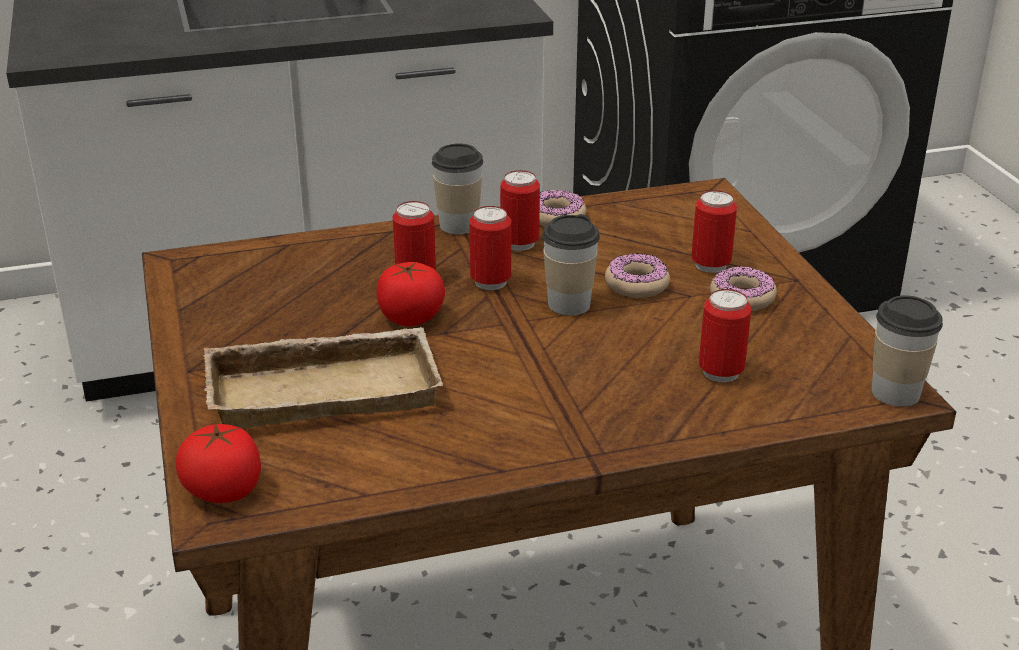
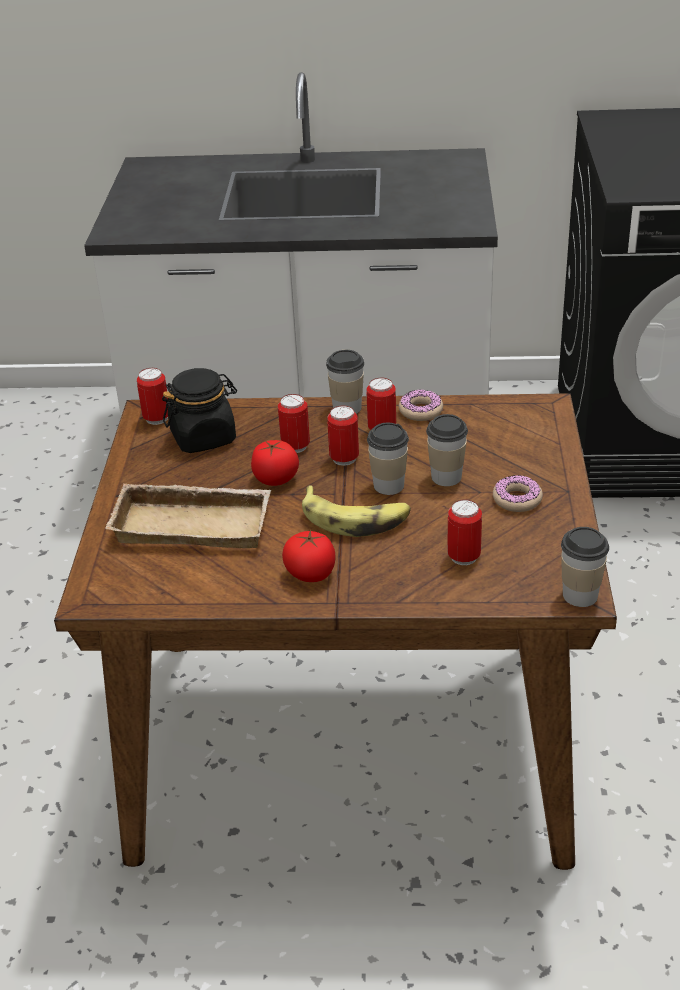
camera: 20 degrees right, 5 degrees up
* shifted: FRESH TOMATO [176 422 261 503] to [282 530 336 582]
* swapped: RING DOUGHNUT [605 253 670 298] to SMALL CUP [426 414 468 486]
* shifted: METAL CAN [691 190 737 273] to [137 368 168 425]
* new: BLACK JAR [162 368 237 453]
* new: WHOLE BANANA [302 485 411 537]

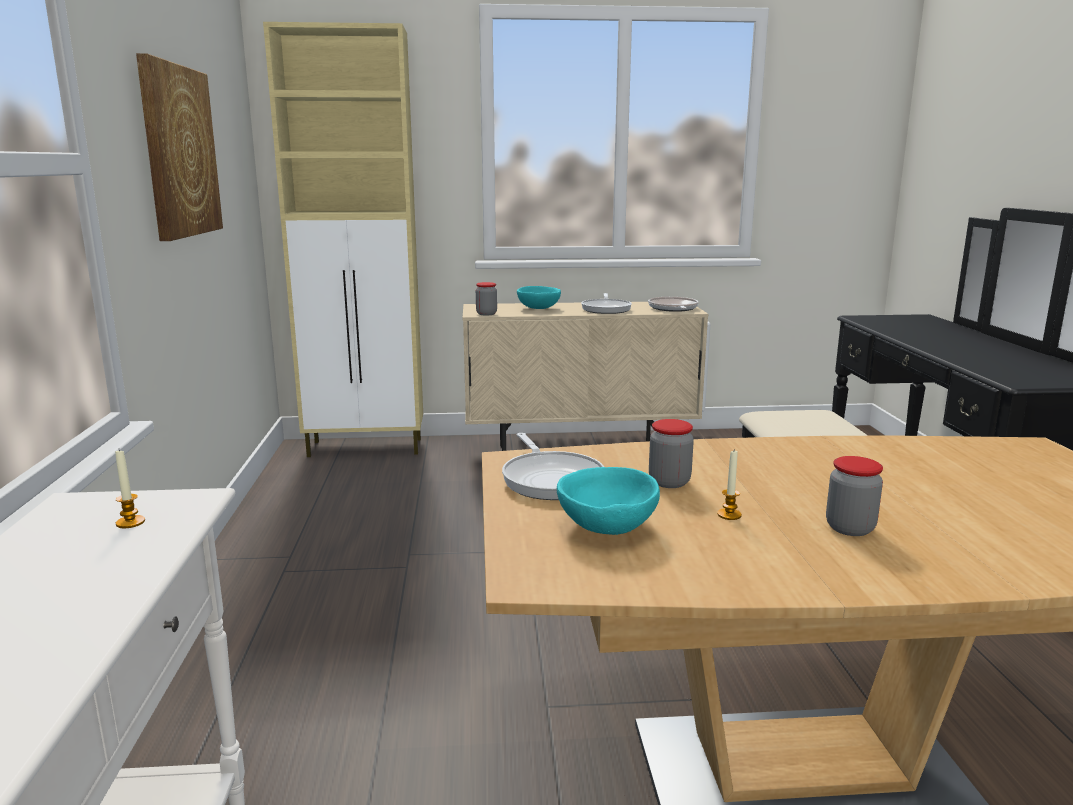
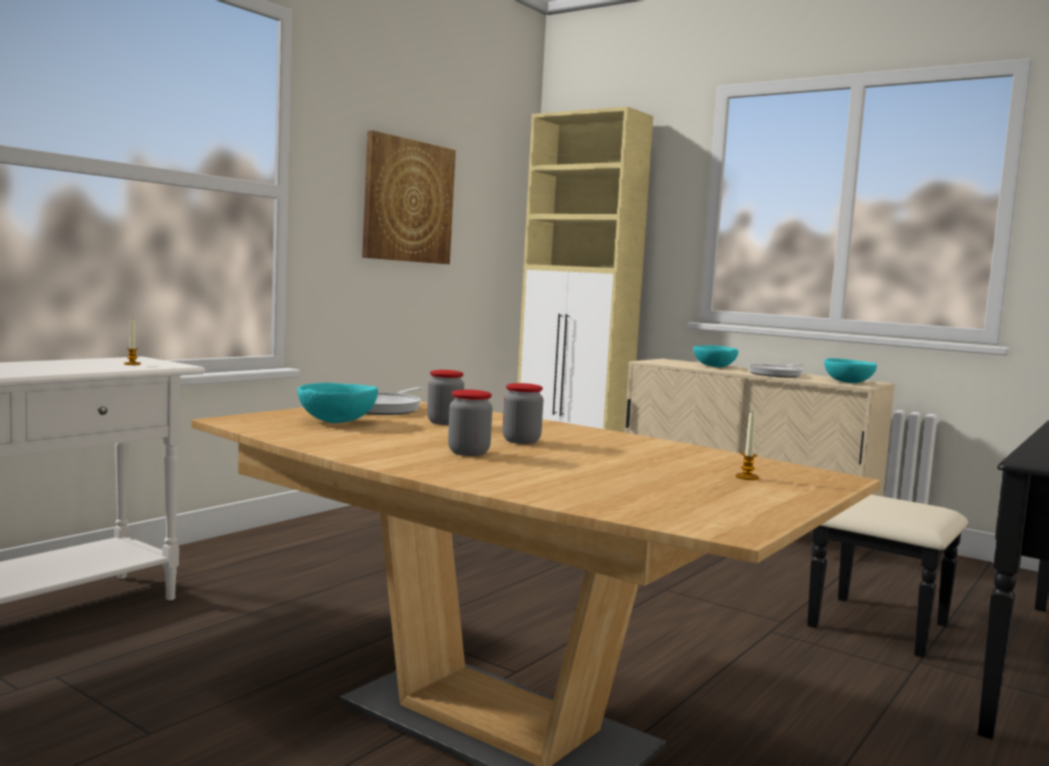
camera: 40 degrees right, 10 degrees down
* shifted: JAR [476 282 497 315] to [503 383 543 444]
* swapped: SKILLET [648 297 699 312] to TURQUOISE-COLOURED BOWL [824 358 877 383]
* shifted: CANDLE [717 451 742 520] to [736 412 759 480]

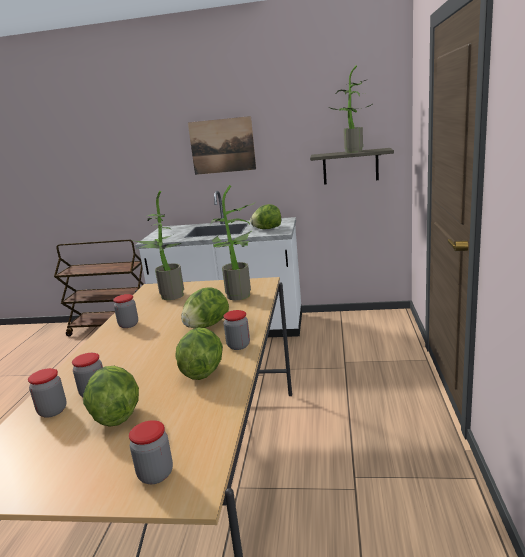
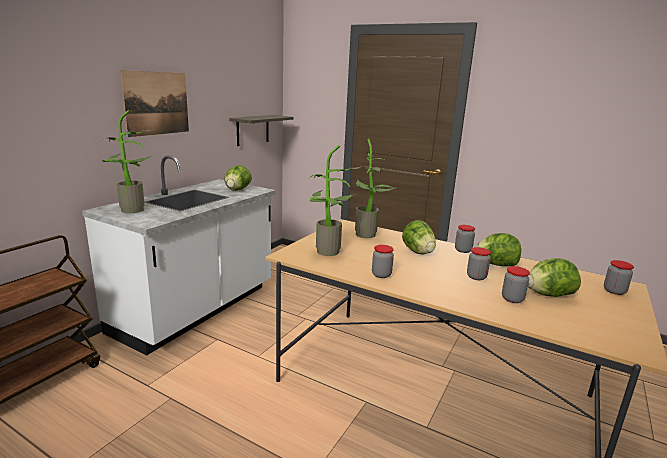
camera: 70 degrees left, 0 degrees up
* shifted: JAR [28 368 67 418] to [467 247 491 280]
* shifted: POTTED PLANT [328 65 372 153] to [100 110 152 213]

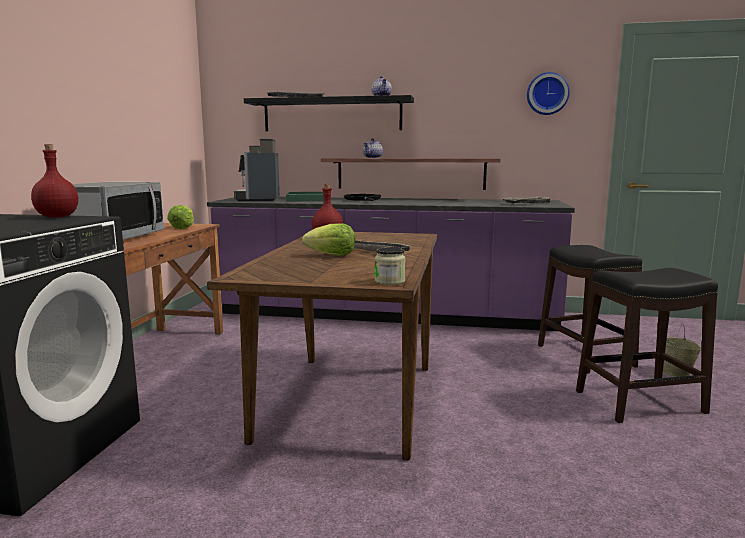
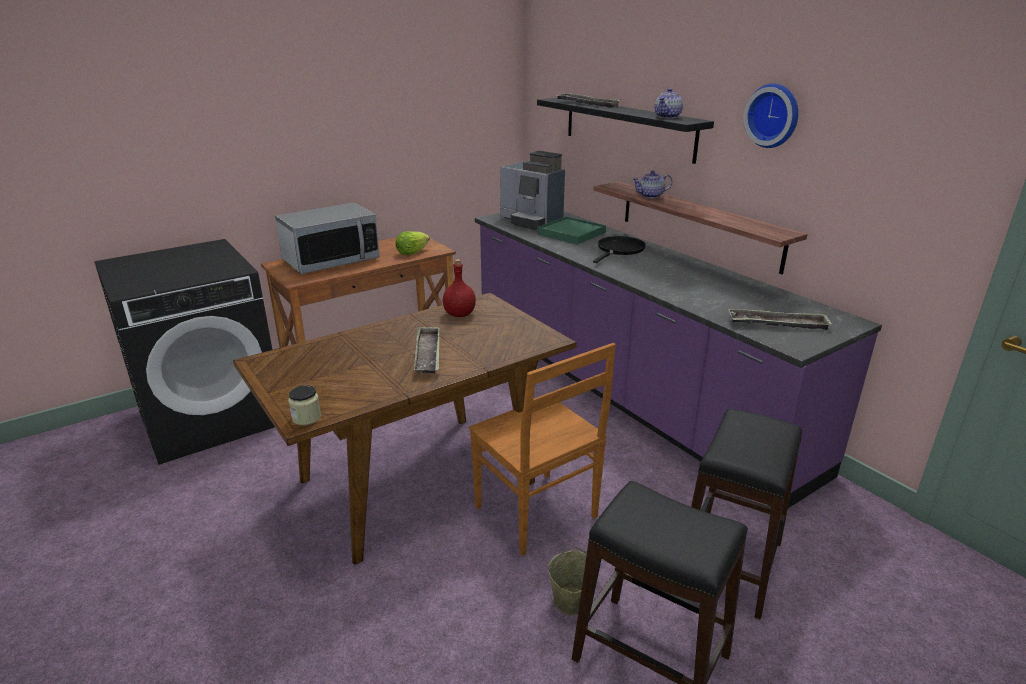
camera: 45 degrees right, 15 degrees up
* gone: RED-COLOURED BEVERAGE BOTTLE [31 144 78 218]
* rotated: COFFEE MAKER [234 139 280 201] = [500 151 565 230] 90 degrees counterclockwise
* gone: LETTUCE [302 223 355 256]
* shifted: WALL CLOCK [527 72 570 115] to [743 83 798 148]
* shifted: BEIGE BUCKET [663 322 702 377] to [548 547 587 615]
* new: BROWN UPRIGHT CHAIR [469 343 616 556]

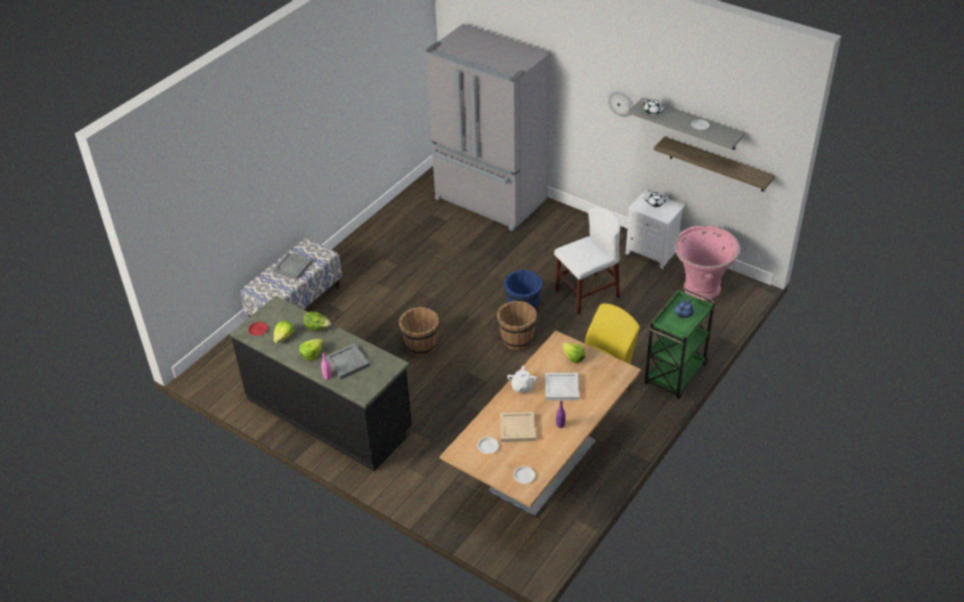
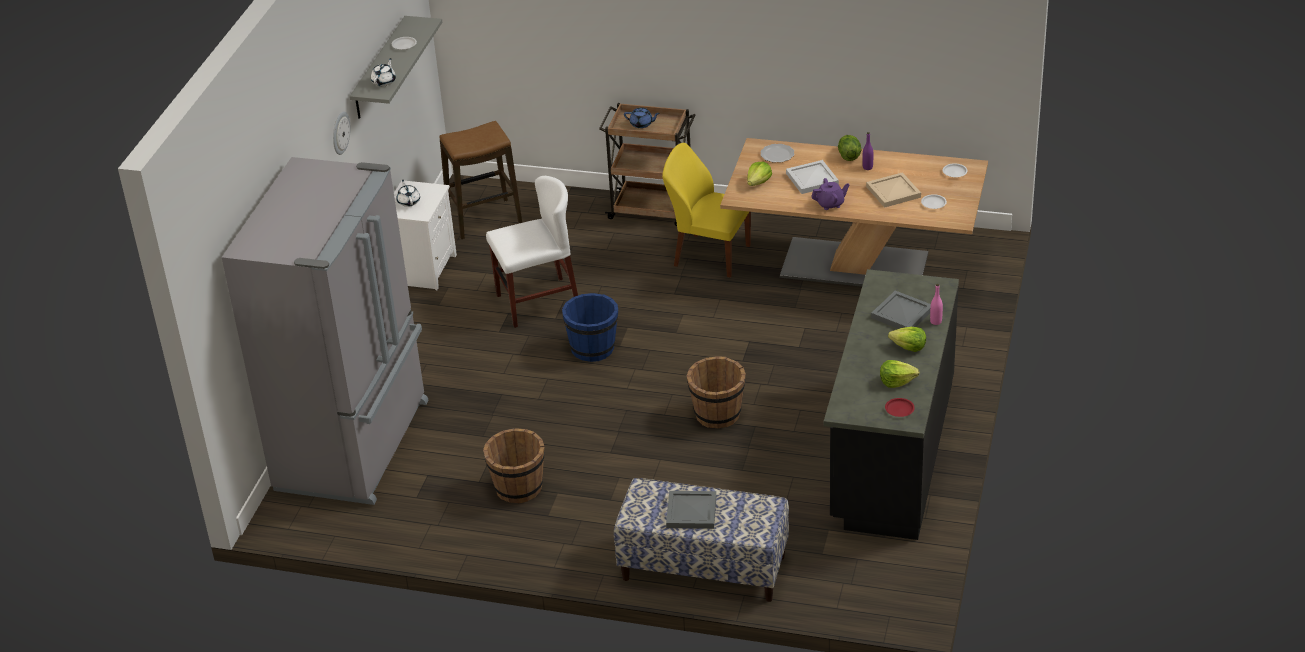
camera: 110 degrees left, 5 degrees down
* shifted: LETTUCE [304 311 331 330] to [838 135 862 161]
* shifted: BROWN BUCKET [497 301 537 350] to [483 428 545 503]
* repainted: WHITE-COLOURED POT FOR TEA [507 366 537 393] to PURPLE-COLOURED POT FOR TEA [811 178 849 210]
* rotated: WHITE-COLOURED UPRIGHT CHAIR [554 207 620 315] = [486 176 578 328] 120 degrees clockwise
* repainted: GREEN WHEELED CART [645 288 715 399] to BROWN WHEELED CART [599 103 695 226]
* gone: WALL SHELF [654 136 775 192]
* swapped: PINKISH FLOWER POT [674 225 740 301] to STOOL [439 121 522 239]
* new: PLATE [760 144 794 163]

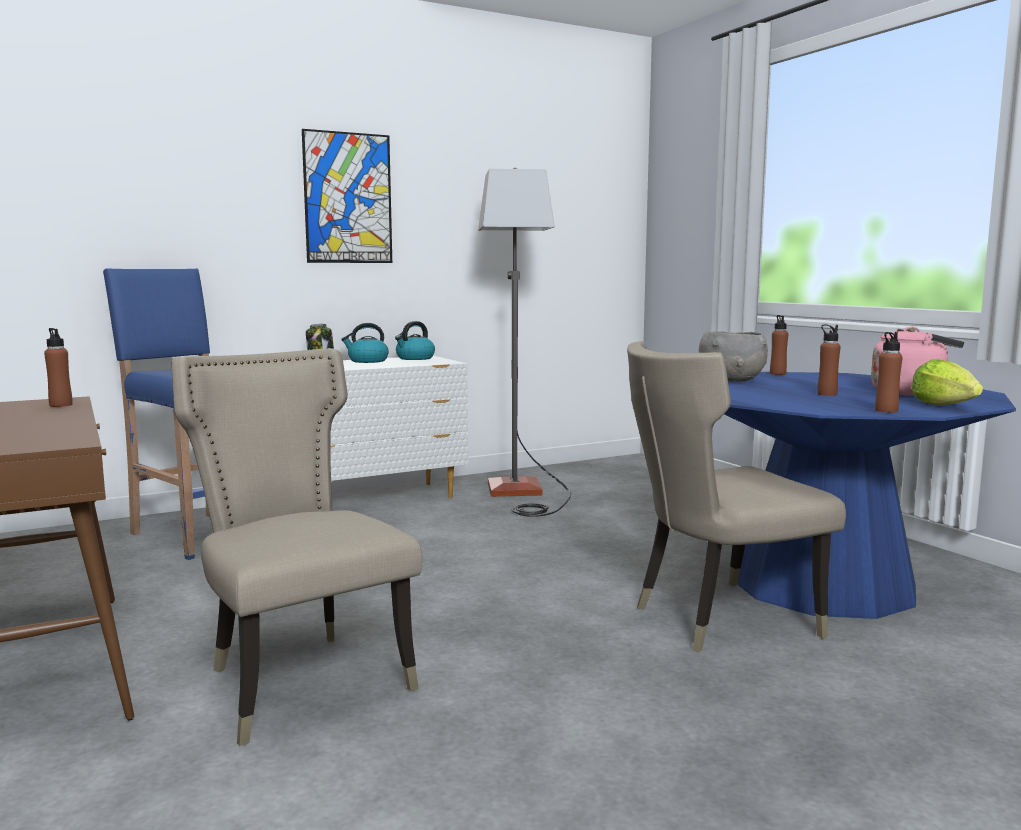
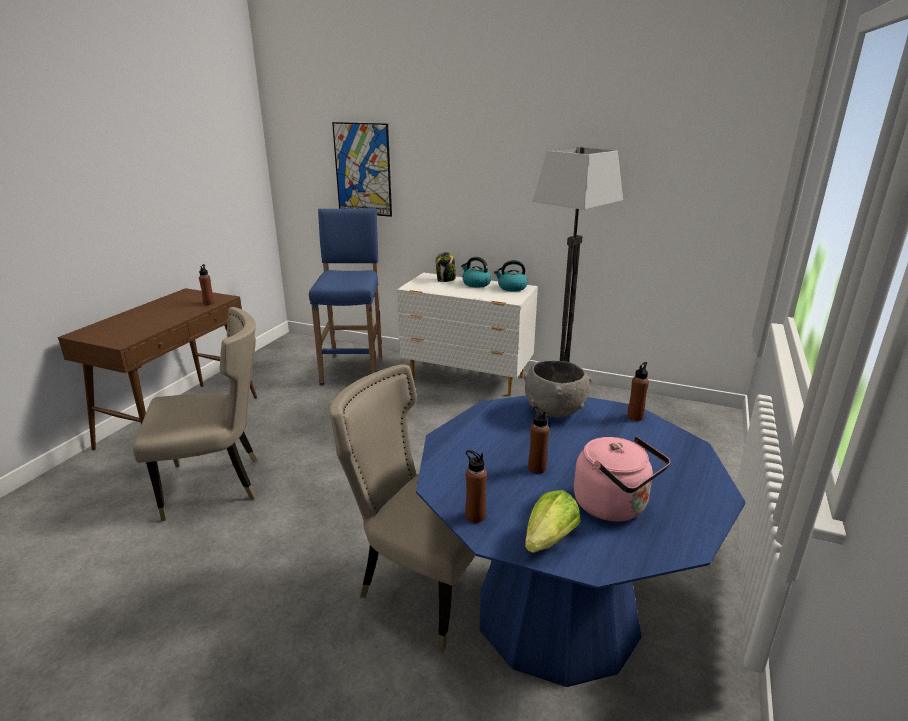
camera: 50 degrees right, 15 degrees up
* rotated: BEIGE UPRIGHT CHAIR [171 348 422 746] = [133 307 258 521] 60 degrees clockwise
* shifted: PICTURE [302 129 392 263] to [332 122 392 217]

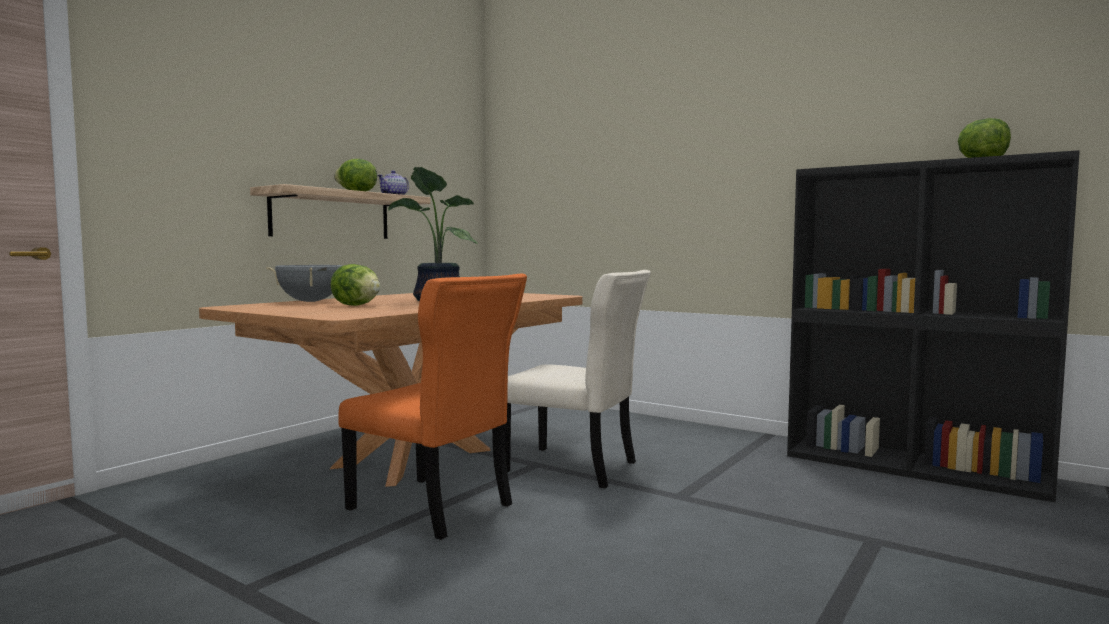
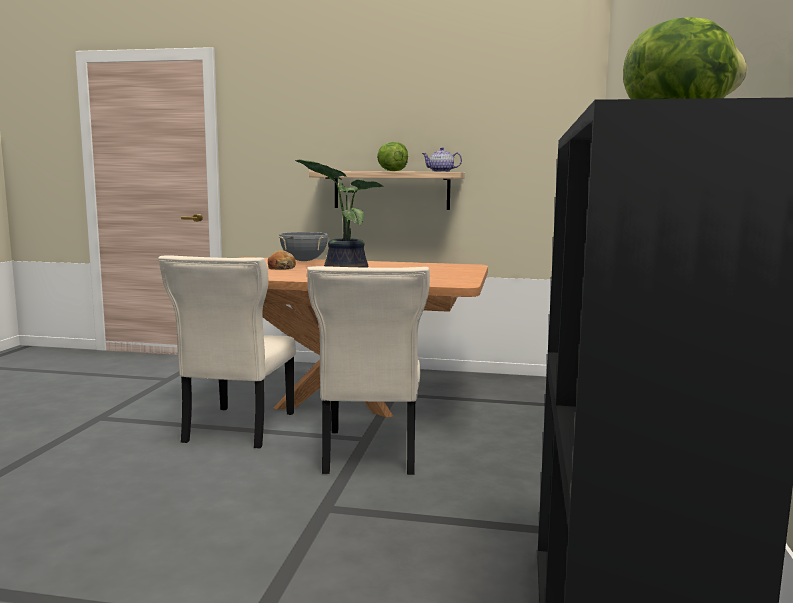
camera: 65 degrees right, 5 degrees up
* swapped: LETTUCE [330 264 380 306] to BAKERY BREAD [268 251 296 270]
* repainted: ORANGEY UPRIGHT CHAIR [338 274 527 540] to BEIGE UPRIGHT CHAIR [158 256 296 449]

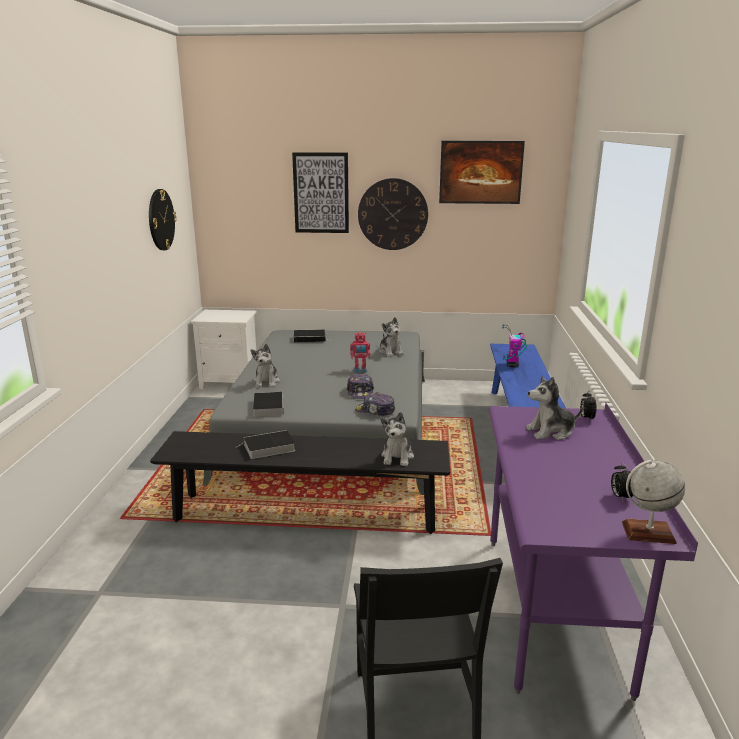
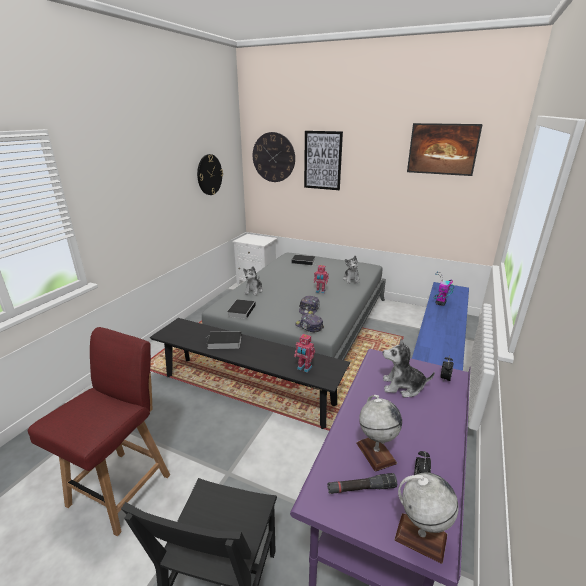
camera: 20 degrees right, 5 degrees up
* shifted: WALL CLOCK [358 178 428 250] to [253 132 295 182]
* swapped: PLUSH TOY [380 412 414 466] to TOY ROBOT [294 334 315 373]
* new: RED-COLOURED UPRIGHT CHAIR [28 327 170 536]
* new: BLACK HAND TORCH [327 473 397 494]
* new: DESK GLOBE [356 395 402 472]

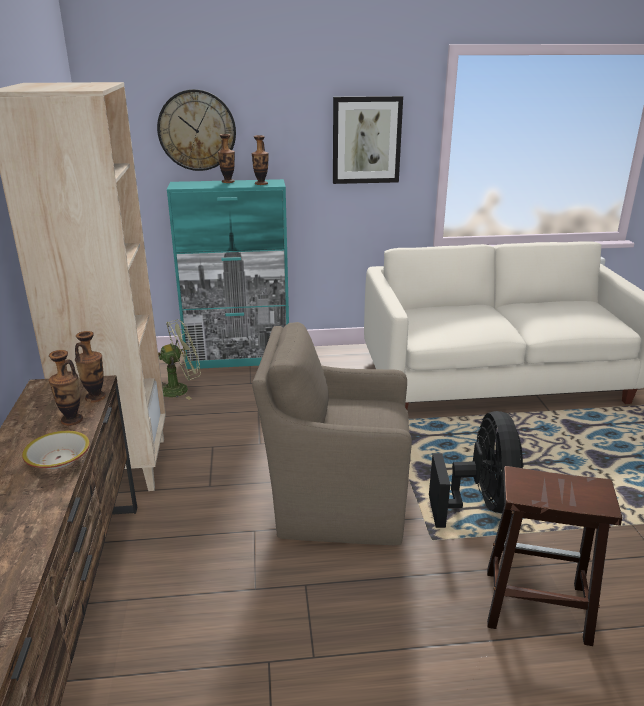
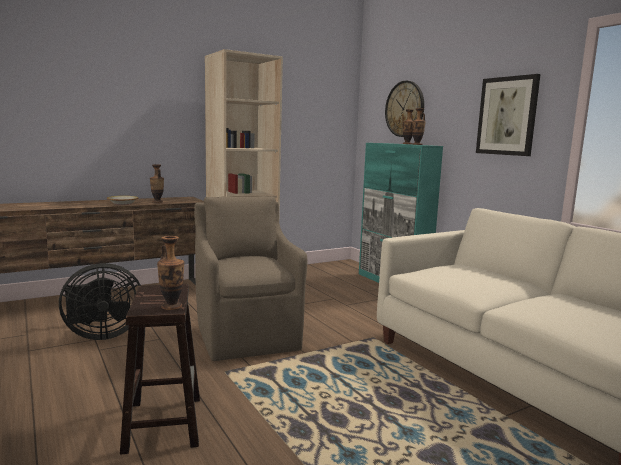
camera: 65 degrees right, 15 degrees down
* shifted: DECORATIVE VASE [75 331 106 402] to [157 236 185 310]
* gone: GREEN ELECTRIC FAN [158 320 201 400]
* shifted: BLACK ELECTRIC FAN [429 411 524 528] to [59 263 141 340]

